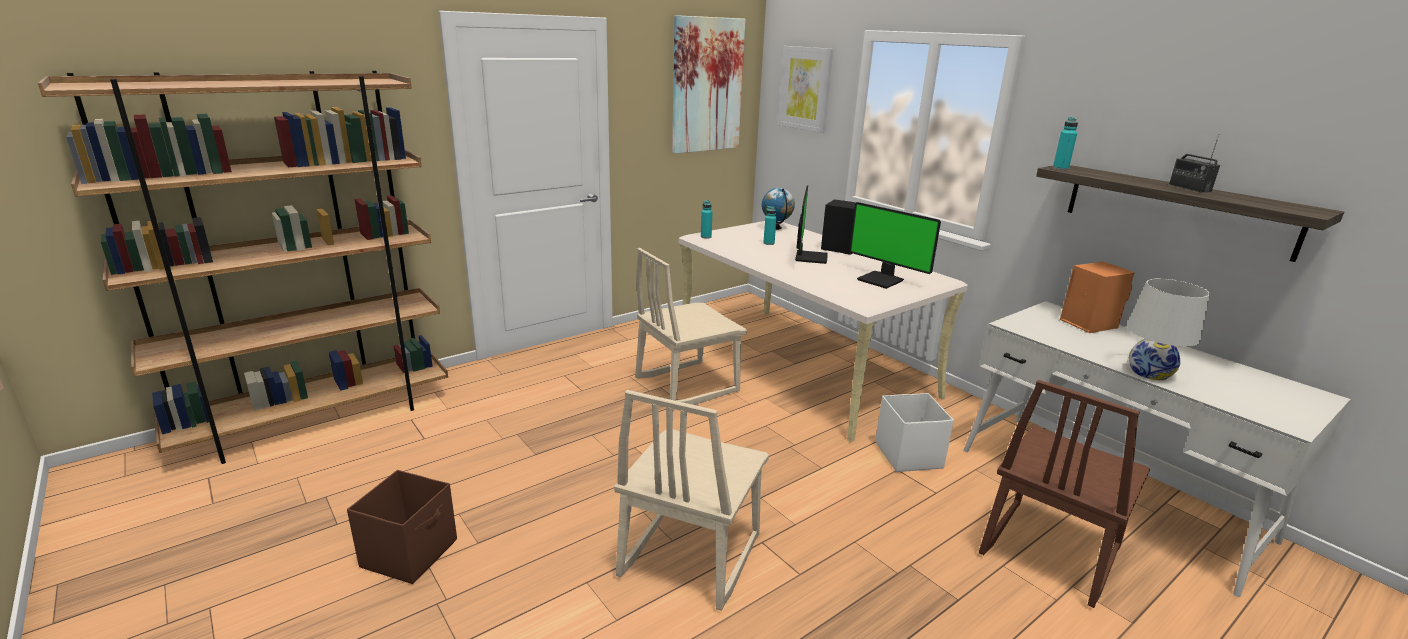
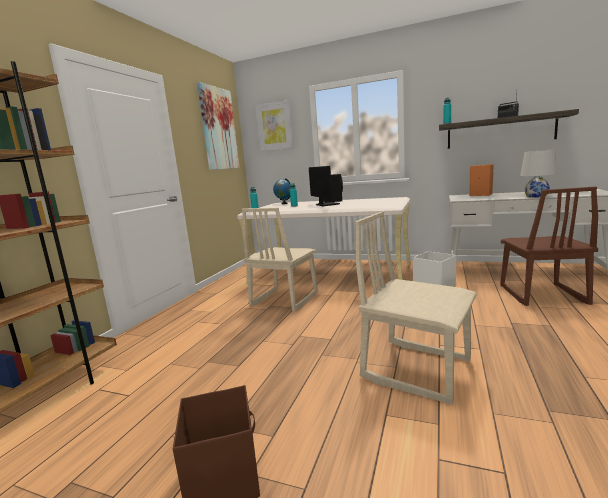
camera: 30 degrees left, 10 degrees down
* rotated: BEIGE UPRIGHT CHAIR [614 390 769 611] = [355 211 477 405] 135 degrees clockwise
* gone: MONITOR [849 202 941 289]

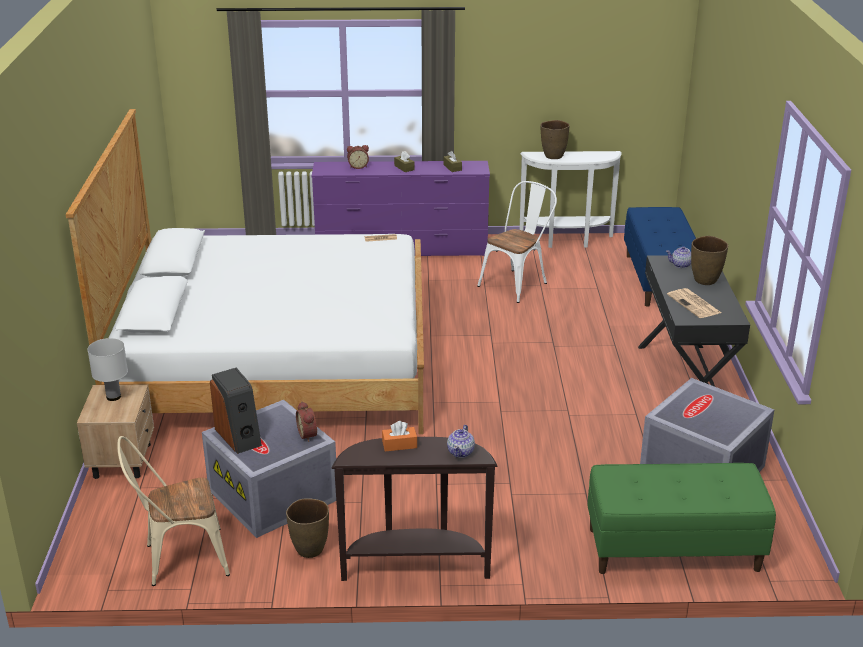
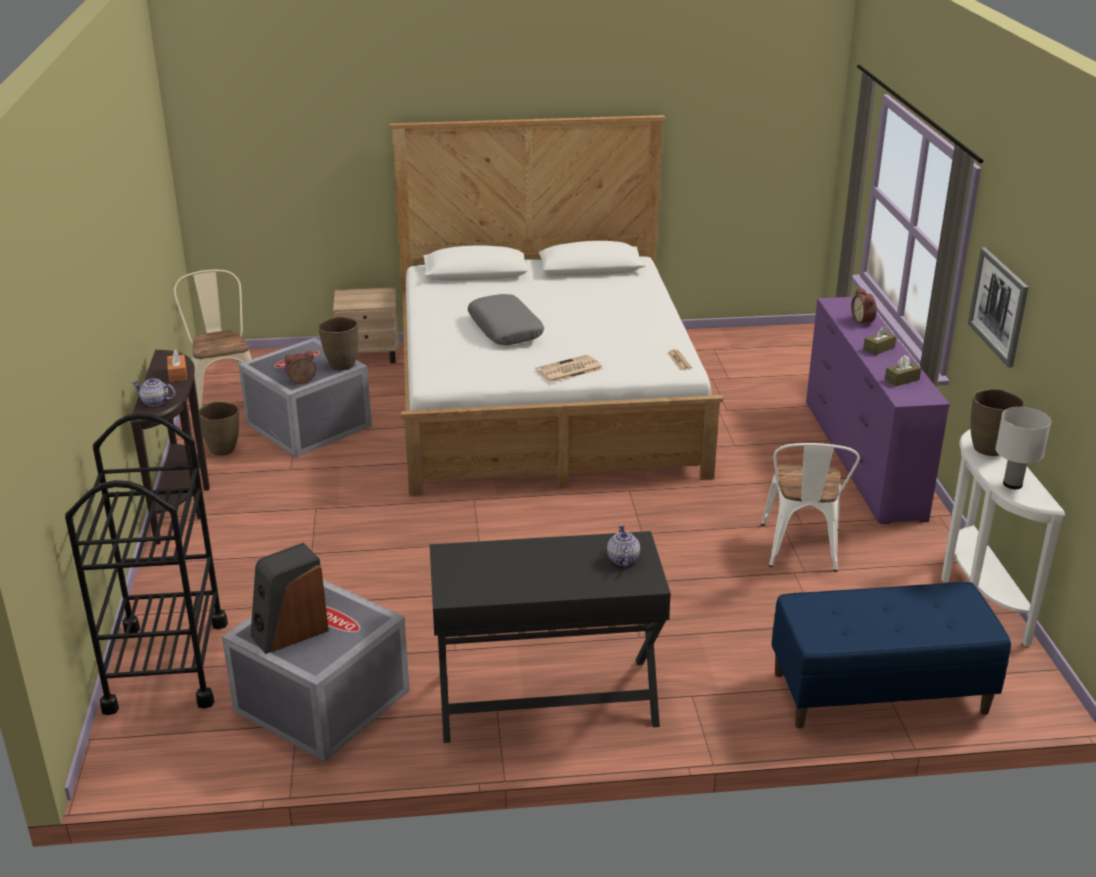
camera: 85 degrees right, 0 degrees up
* shifted: WHITE-COLOURED TABLETOP LAMP [87 338 128 401] to [995 407 1051 489]
* shifted: LOUDSPEAKER [210 368 262 454] to [250 543 329 654]
* rotated: WHITE-COLOURED UPRIGHT CHAIR [477 181 557 303] = [761 443 860 571] 60 degrees clockwise
* swapped: GREEN INDOOR BENCH [587 463 776 574] to BLACK WHEELED CART [65 413 228 715]
* shifted: PRINTED PAPER [667 288 721 318] to [535 355 603 383]
* shifted: BROWN DECORATIVE VASE [691 236 728 285] to [318 317 358 370]
* new: GREY THROW PILLOW [468 294 544 345]
* new: PICTURE [968 247 1029 367]

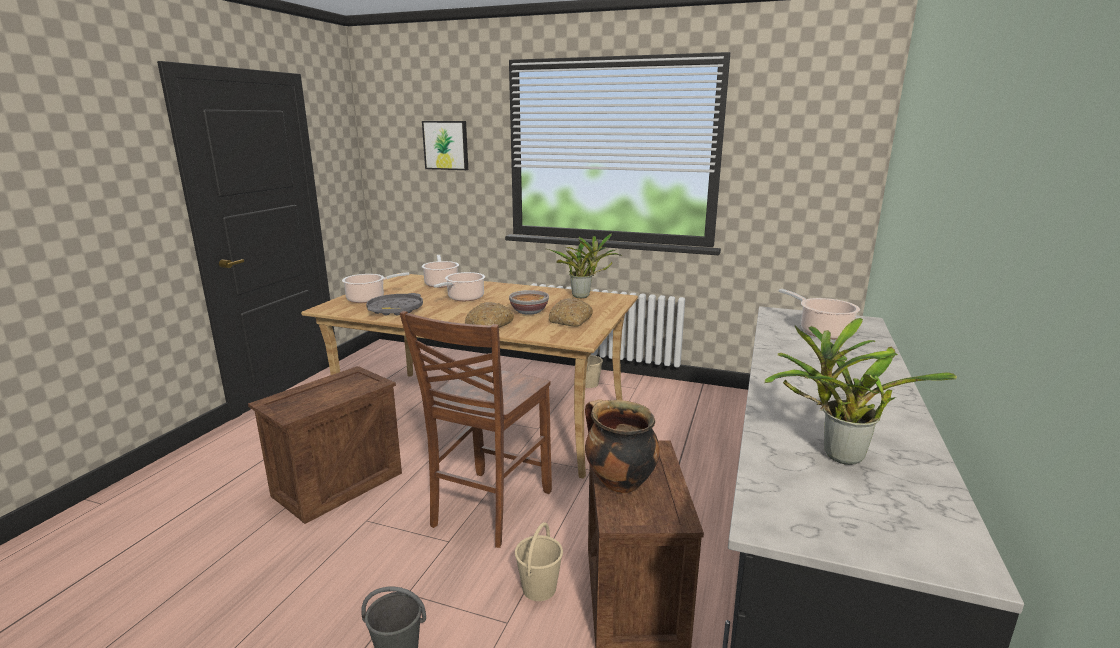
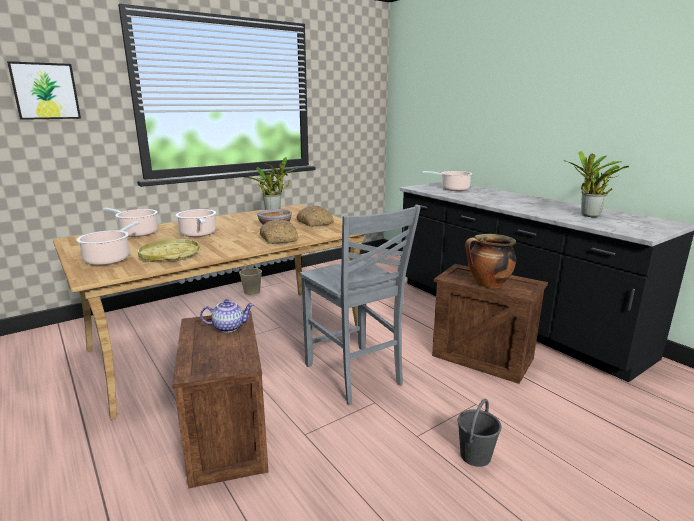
camera: 55 degrees left, 0 degrees up
* repainted: GREY CARRYING TRAY [366 293 423 316] to YELLOWISH CARRYING TRAY [137 238 200 263]
* repainted: BROWN UPRIGHT CHAIR [400 311 552 548] to GREY UPRIGHT CHAIR [300 205 421 405]
* gone: BEIGE BUCKET [515 522 563 601]
* new: POT FOR TEA [200 299 254 332]

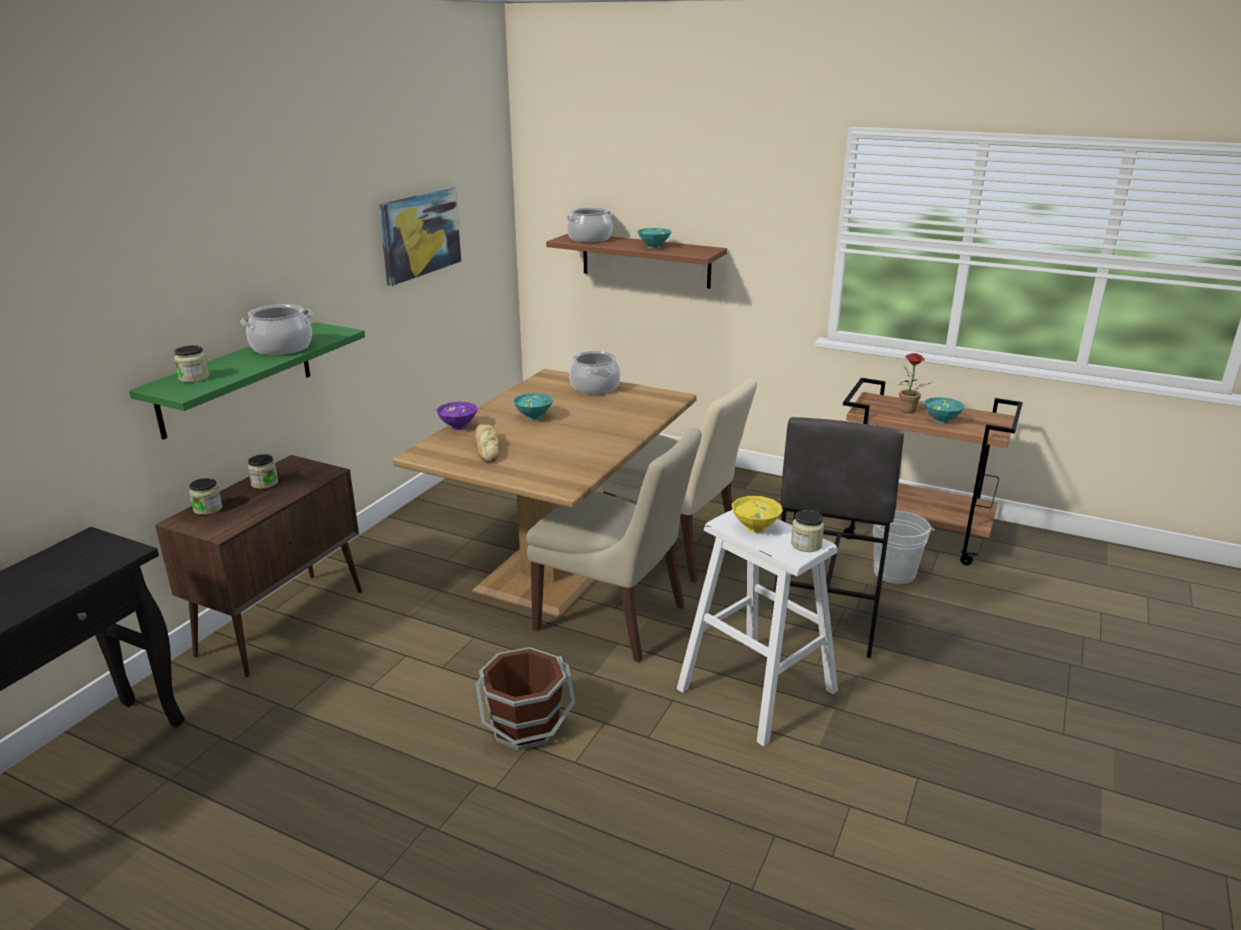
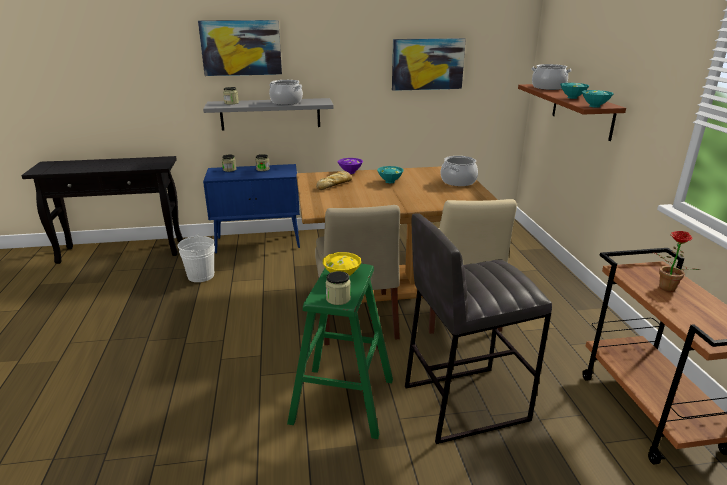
camera: 55 degrees right, 0 degrees up
* repainted: GREEN WALL SHELF [129 322 365 440] to GREY WALL SHELF [203 98 334 131]
* repainted: BROWN STORAGE CABINET [155 455 362 677] to BLUE STORAGE CABINET [203 164 300 254]
* gone: BROWN BUCKET [475 647 576 750]
* repainted: WHITE-COLOURED STOOL [677 510 838 747] to GREEN STOOL [287 264 393 439]
* shifted: WHITE-COLOURED BUCKET [873 511 934 584] to [178 234 215 282]
* shifted: TURQUOISE-COLOURED BOWL [924 397 964 424] to [582 90 614 108]
* new: PICTURE [198 20 282 76]

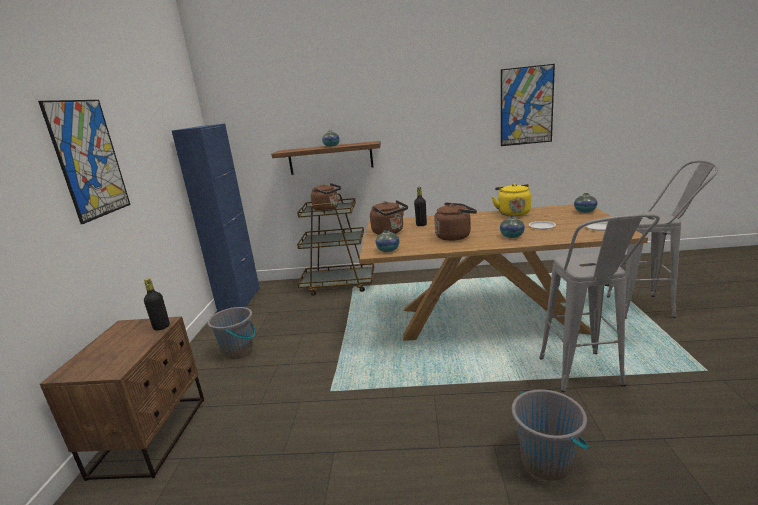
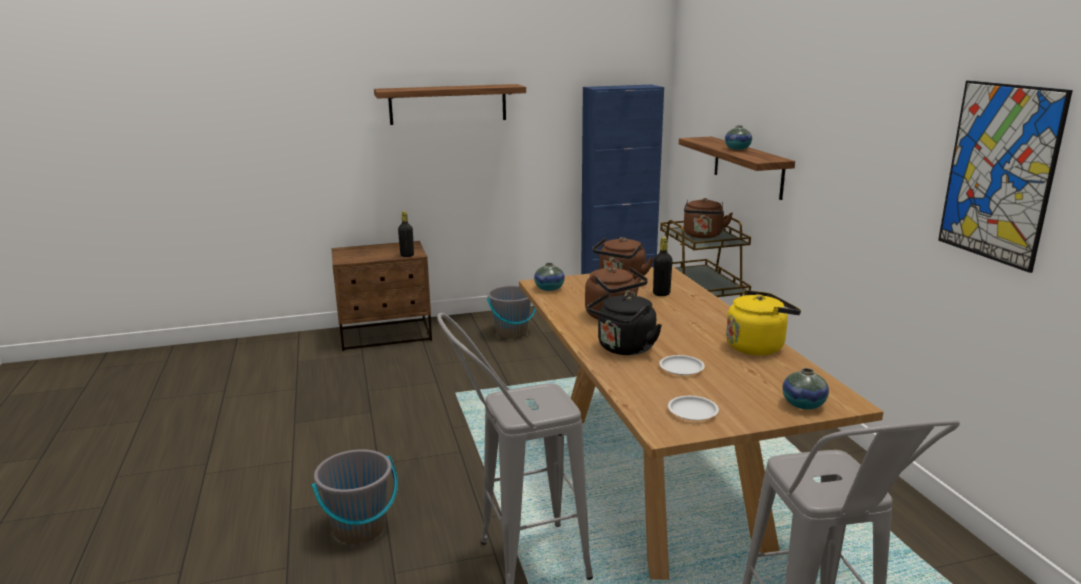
camera: 70 degrees right, 0 degrees up
* swapped: PICTURE [38 100 131 224] to WALL SHELF [374 84 526 125]
* swapped: DECORATIVE VASE [500 216 525 238] to BLACK KETTLE [587 293 662 355]

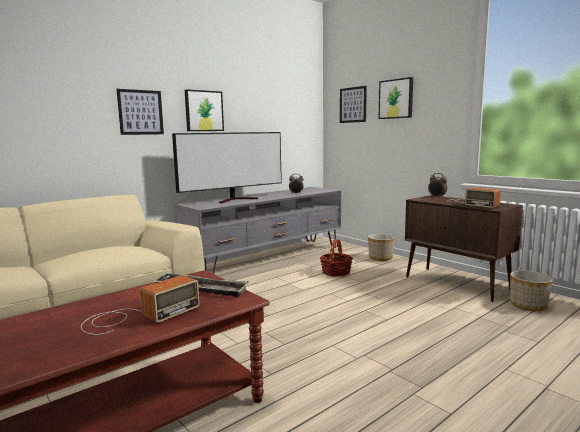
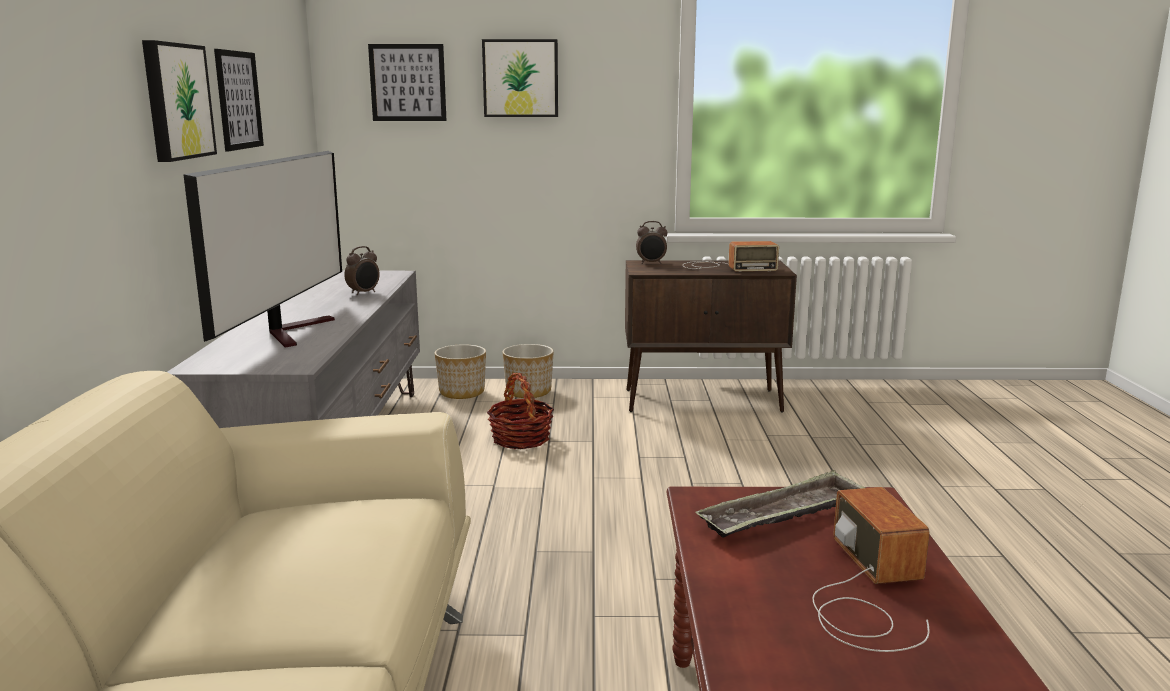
camera: 50 degrees left, 5 degrees up
* shifted: PICTURE [116 89 164 135] to [214 49 264 151]
* shifted: FLOWER POT [510 270 553 311] to [435 345 486 399]

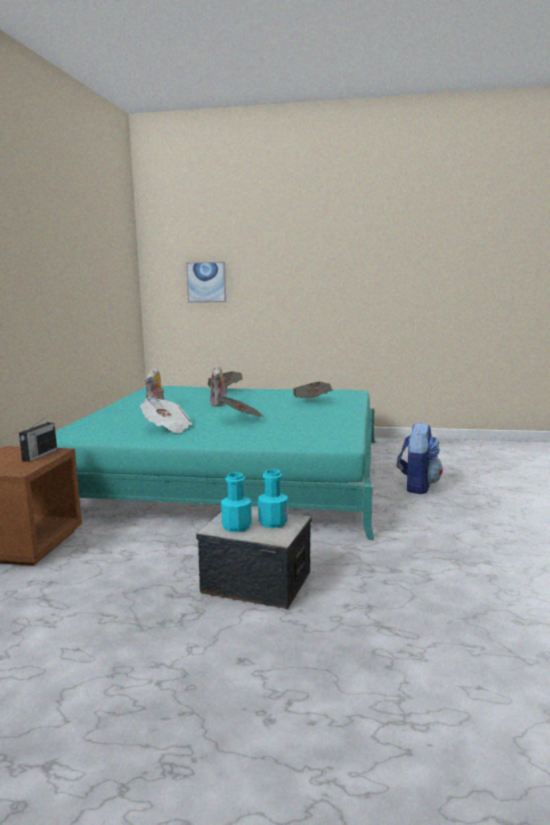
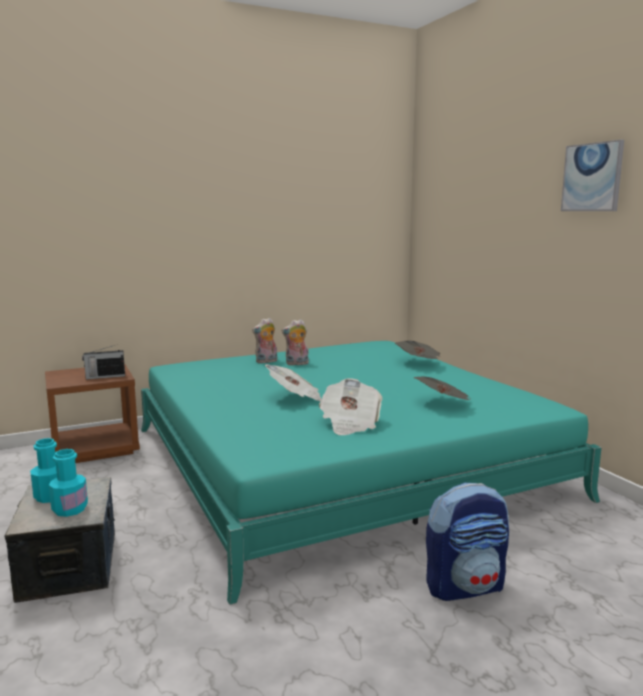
camera: 55 degrees right, 0 degrees up
* shifted: PRINTED PAPER [140 397 192 433] to [319 378 383 435]
* shifted: PICTURE [186 262 226 303] to [561 140 624 211]
* shifted: PLUSH TOY [210 364 228 406] to [252 318 277 363]

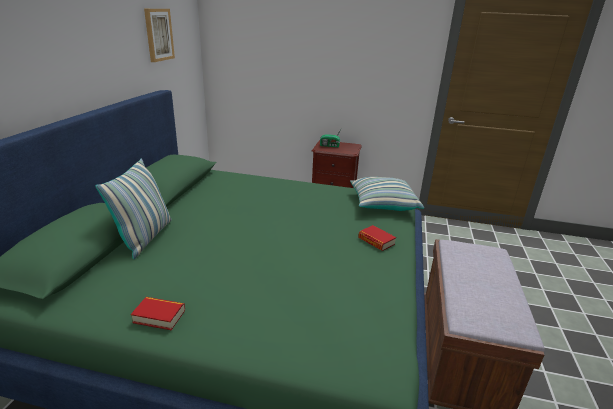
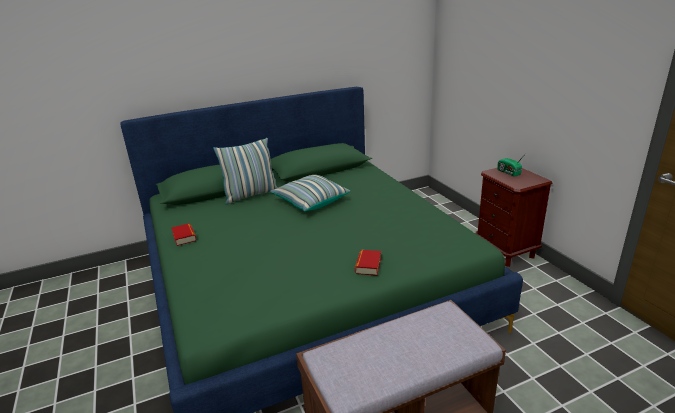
camera: 55 degrees right, 0 degrees up
* gone: PICTURE [144 9 175 62]
* shifted: THROW PILLOW [350 177 424 211] to [270 175 350 211]

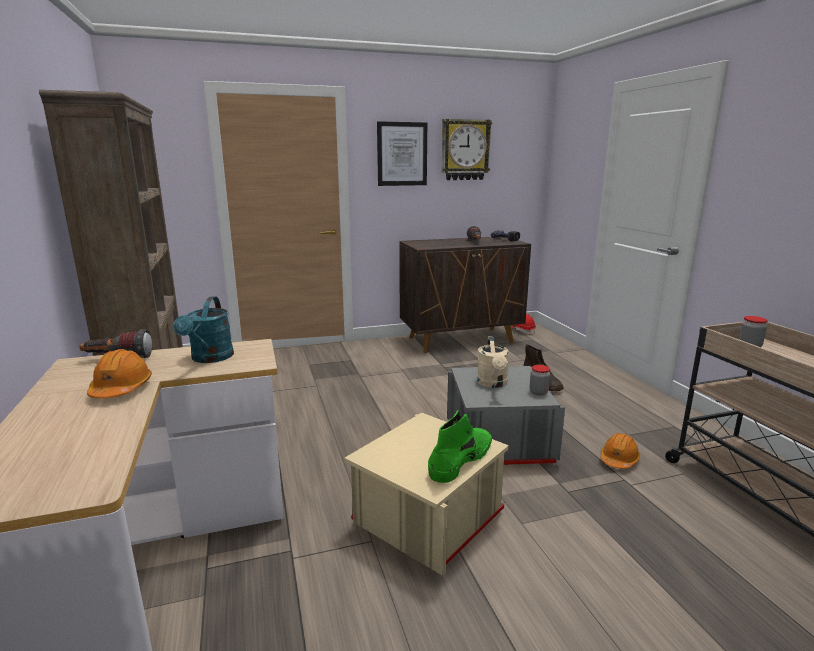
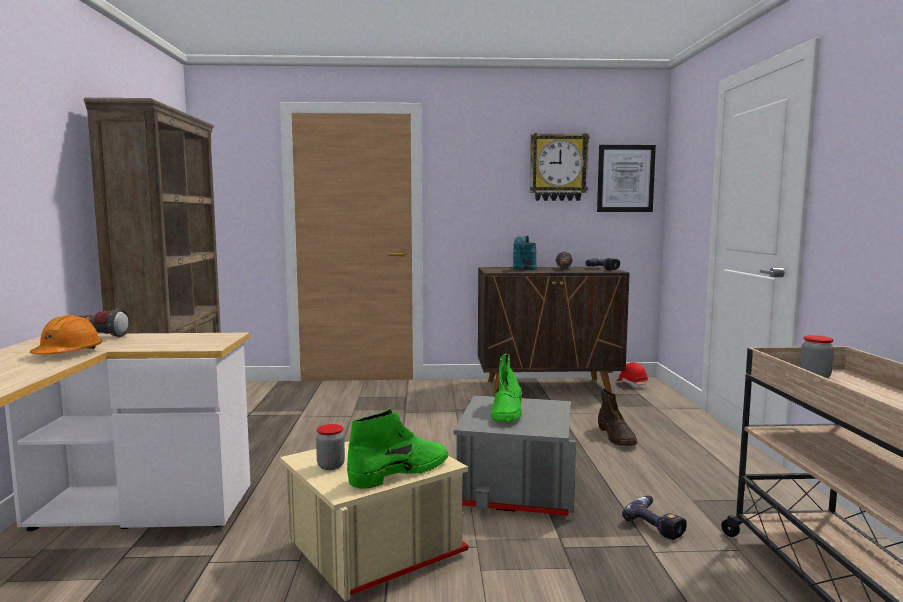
camera: 15 degrees right, 10 degrees down
* shifted: TURQUOISE-COLOURED WATERING CAN [173 297 234 363] to [513 236 537 270]
* shifted: PICTURE [377 121 427 186] to [597 145 656 212]
* swapped: BEIGE WATERING CAN [477 336 509 388] to GREEN BOOT [491 354 522 422]
* shifted: JAR [530 365 550 396] to [316 424 345 470]
* swapped: ORANGEY SAFETY HELMET [600 433 640 469] to POWER DRILL [622 495 687 540]

